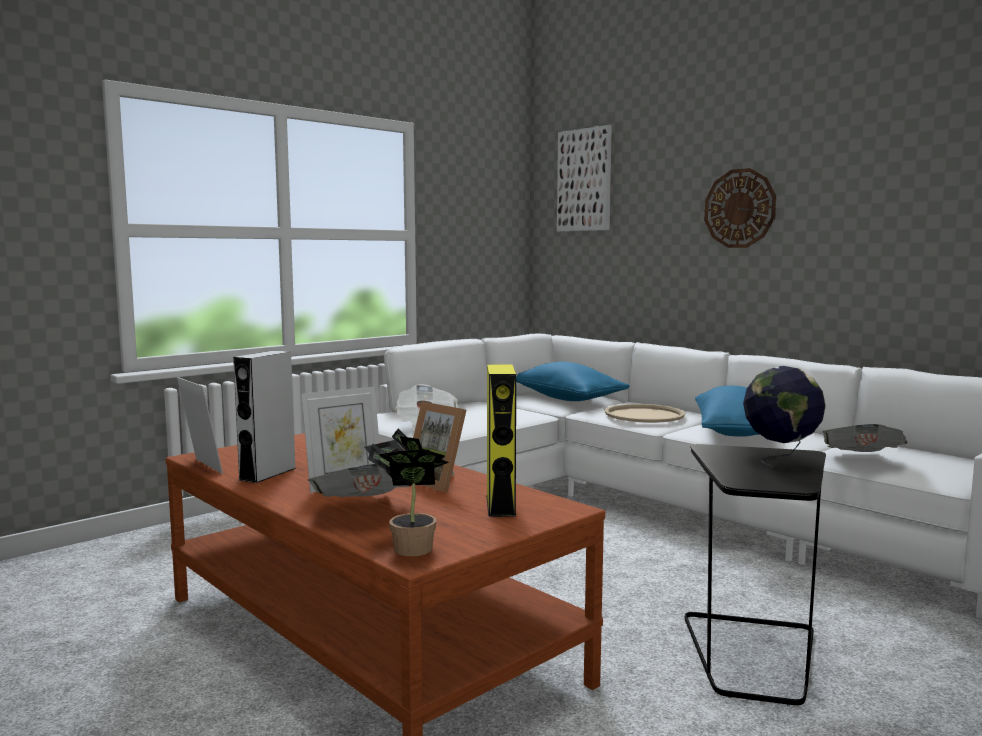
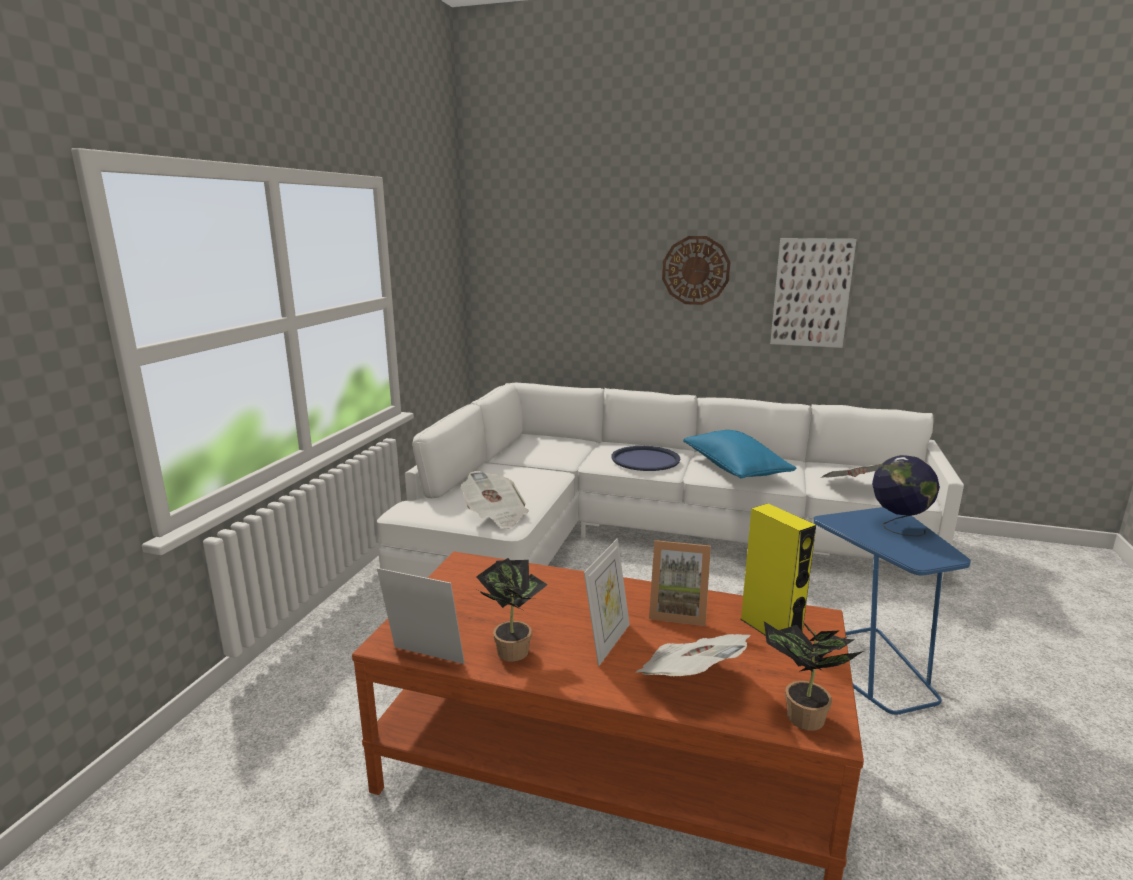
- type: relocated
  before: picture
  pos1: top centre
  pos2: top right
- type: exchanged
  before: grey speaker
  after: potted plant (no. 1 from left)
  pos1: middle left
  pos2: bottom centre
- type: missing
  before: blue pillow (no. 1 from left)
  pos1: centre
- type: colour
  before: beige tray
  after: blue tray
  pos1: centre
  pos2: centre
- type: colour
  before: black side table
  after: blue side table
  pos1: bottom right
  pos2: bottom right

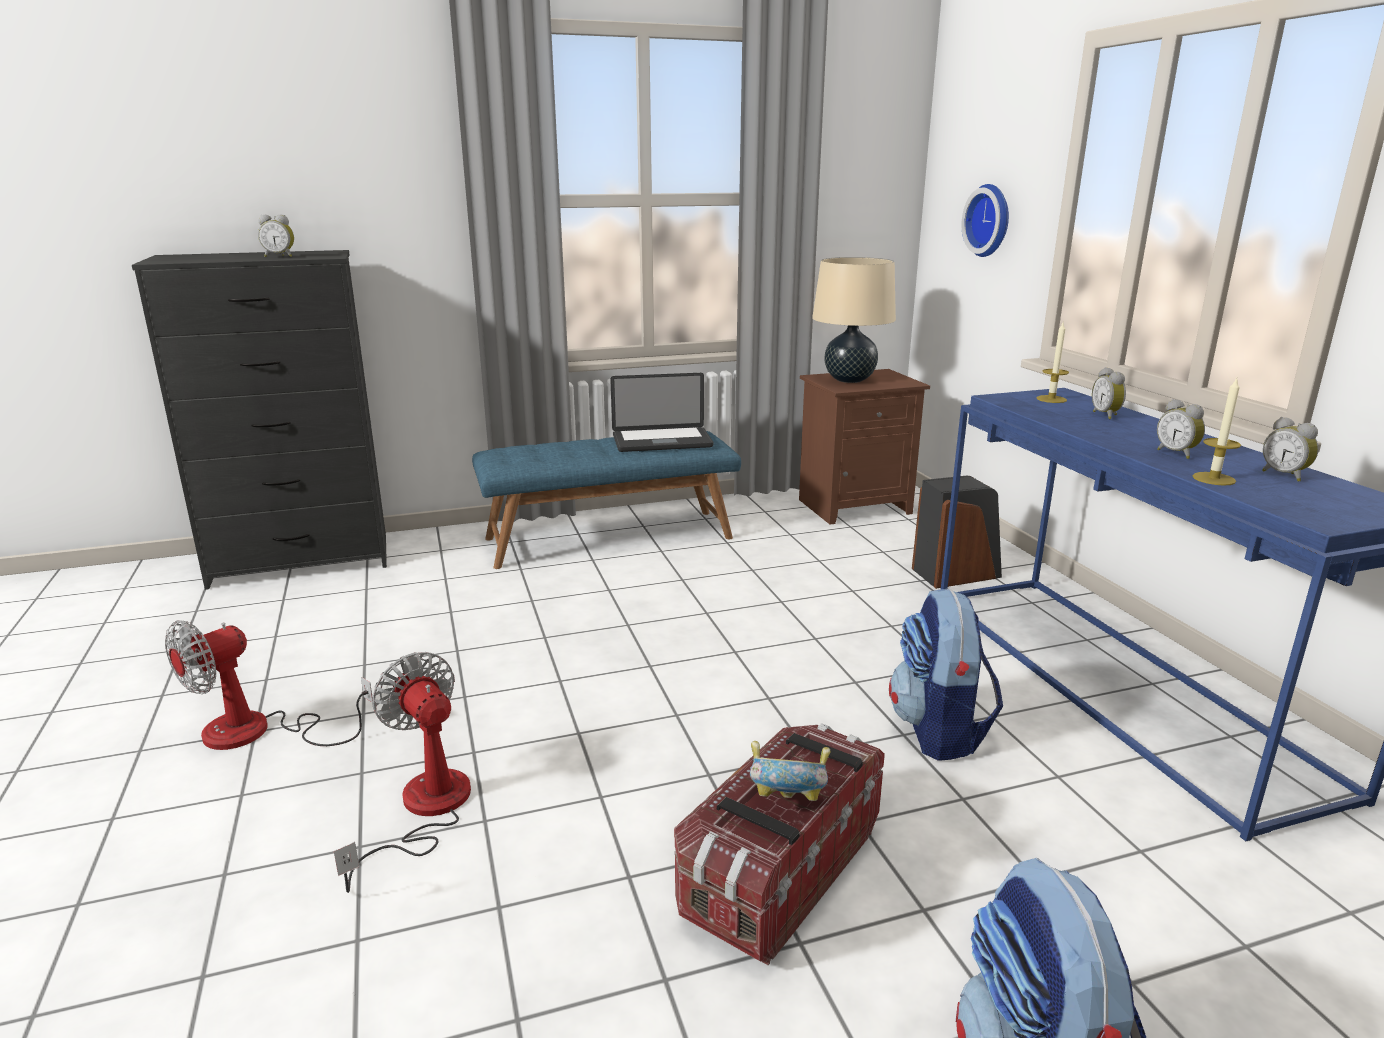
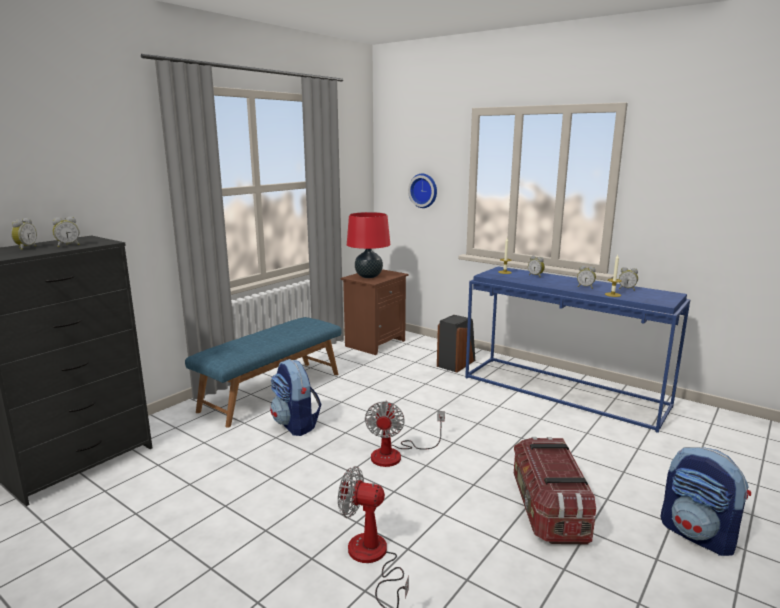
- type: colour
  before: beige table lamp
  after: red table lamp
  pos1: top centre
  pos2: centre
- type: missing
  before: laptop
  pos1: centre
- type: relocated
  before: backpack (no. 1 from left)
  pos1: middle right
  pos2: centre
- type: relocated
  before: fan (no. 1 from left in the first image)
  after: fan (no. 2 from left)
  pos1: middle left
  pos2: bottom centre
- type: missing
  before: bowl
  pos1: bottom centre
- type: appeared
  after: alarm clock (no. 1 from left)
  pos2: middle left

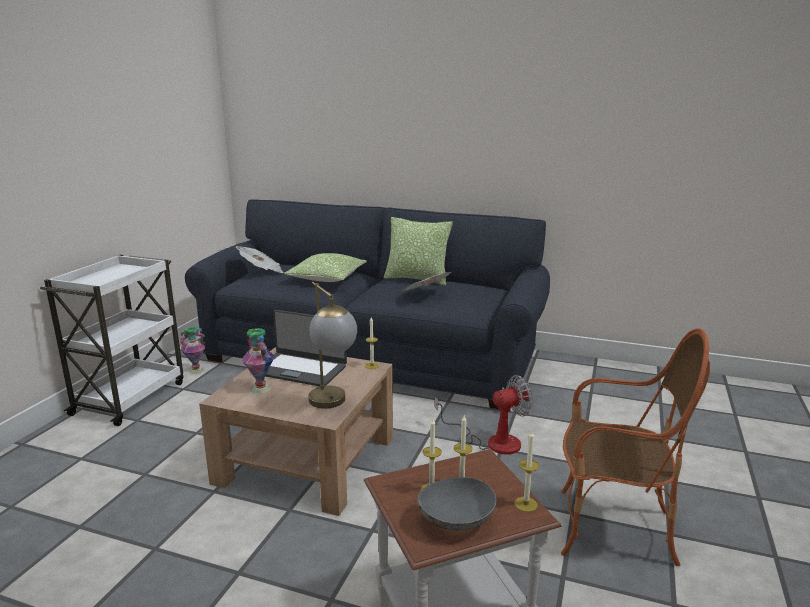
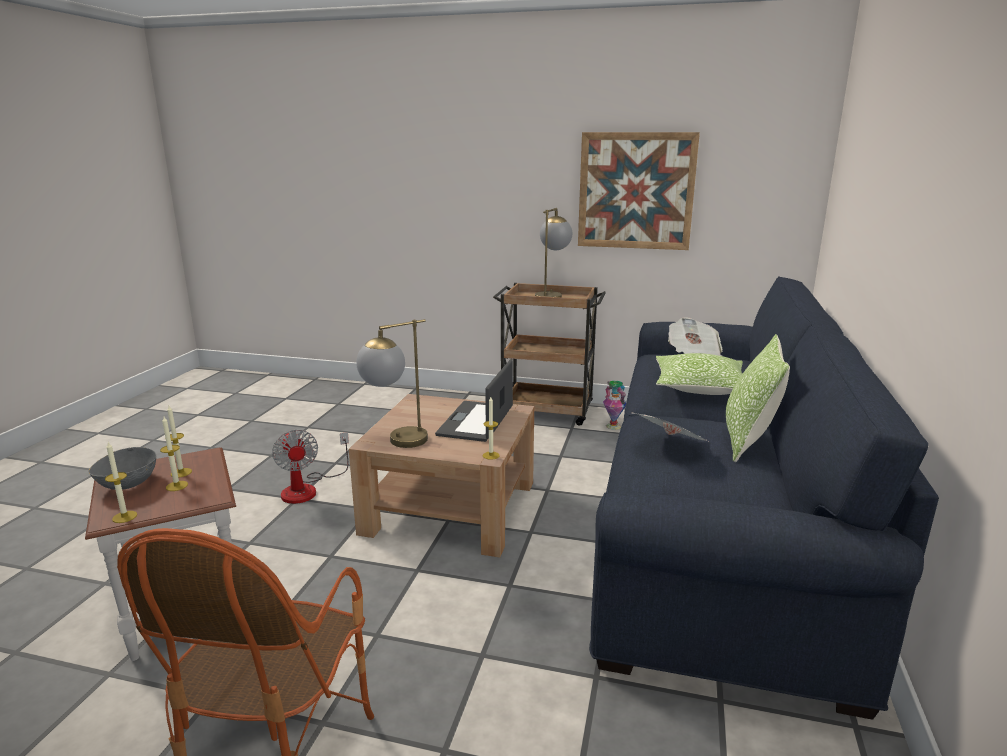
- type: colour
  before: white cart
  after: brown cart
  pos1: middle left
  pos2: centre
- type: missing
  before: vase (no. 2 from left)
  pos1: middle left
- type: relocated
  before: fan
  pos1: bottom centre
  pos2: middle left
- type: appeared
  after: picture
  pos2: top centre
- type: appeared
  after: table lamp (no. 2 from left)
  pos2: centre

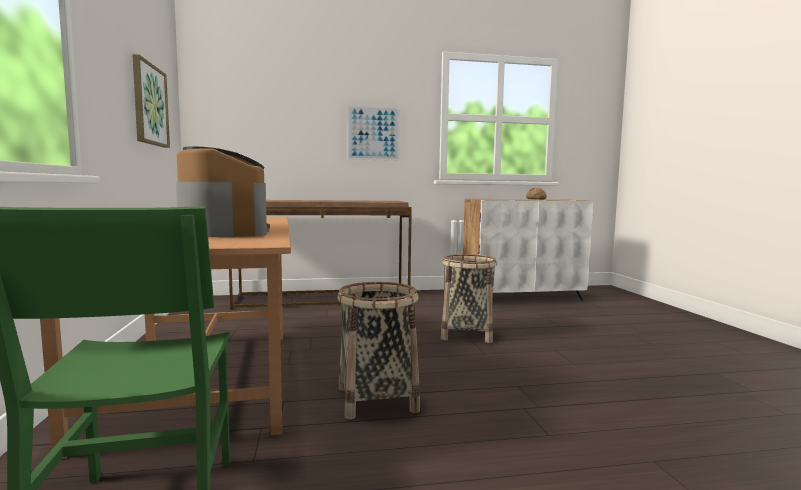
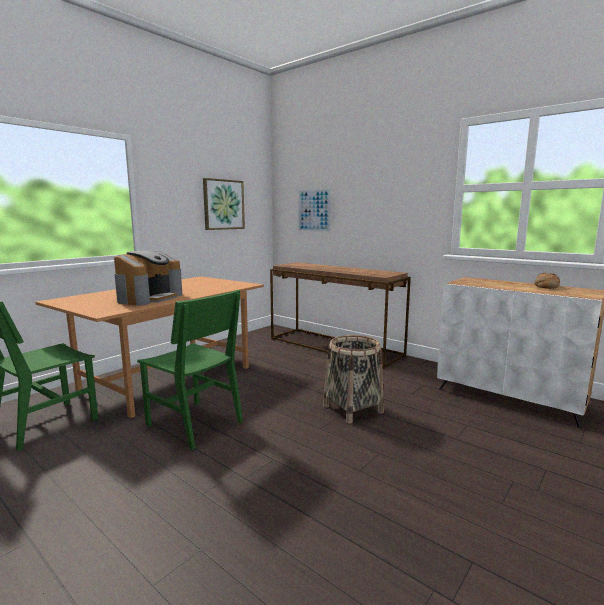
- type: relocated
  before: picture (no. 2 from left)
  pos1: top centre
  pos2: centre
- type: exchanged
  before: basket (no. 1 from left)
  after: green chair (no. 2 from left)
  pos1: bottom centre
  pos2: middle left

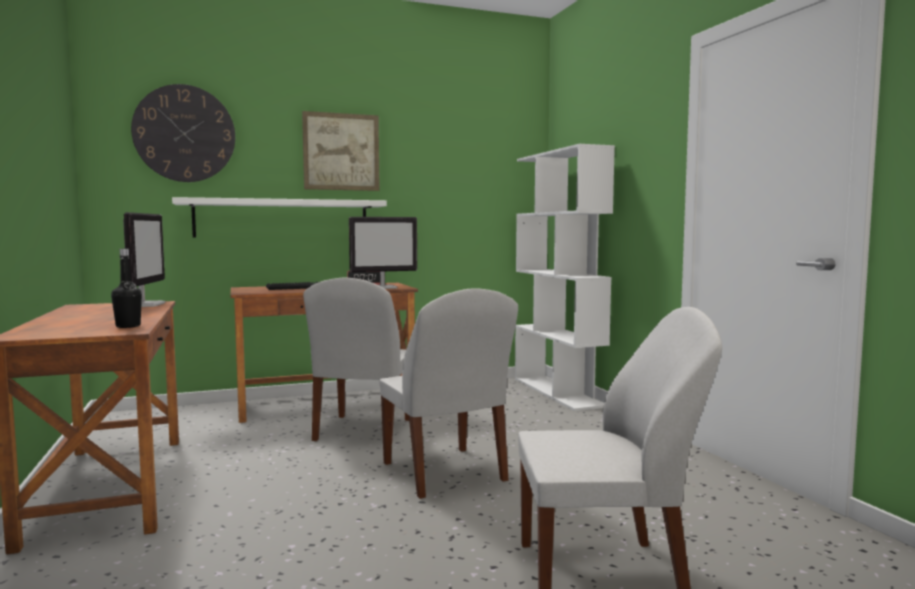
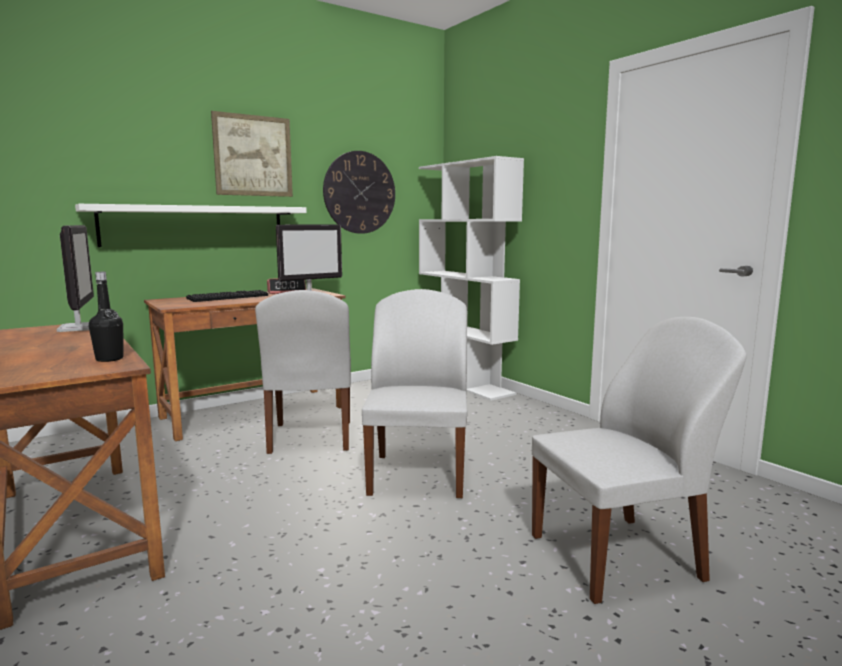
- type: relocated
  before: wall clock
  pos1: top left
  pos2: top centre
- type: spun
  before: white chair (no. 2 from left)
  pos1: bottom centre
  pos2: centre
  turn: -135

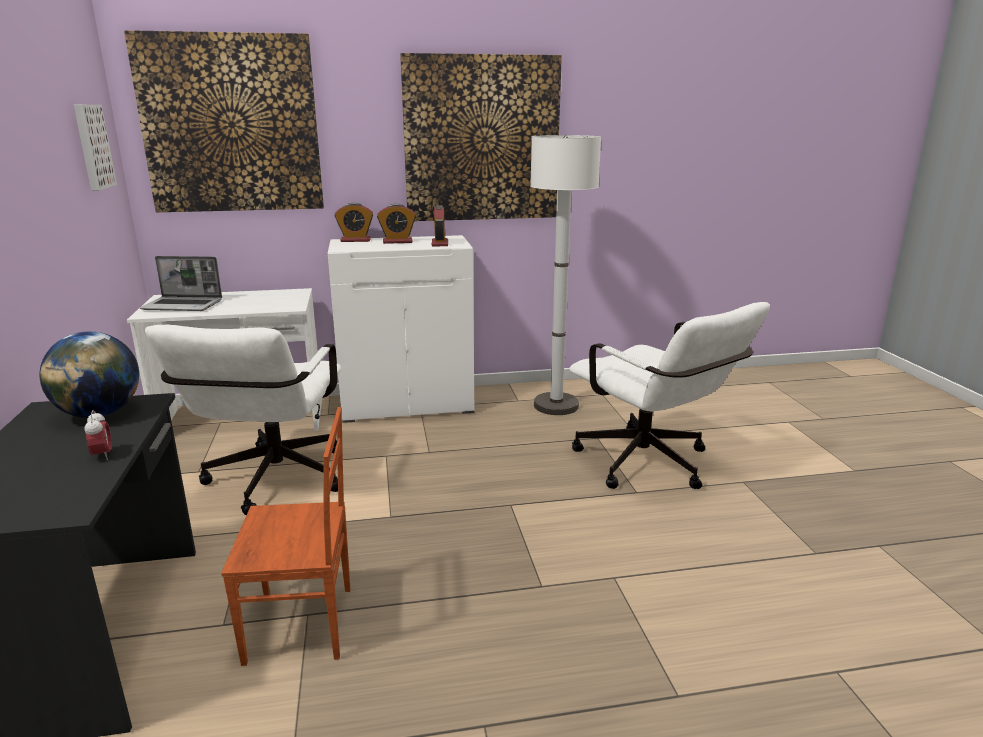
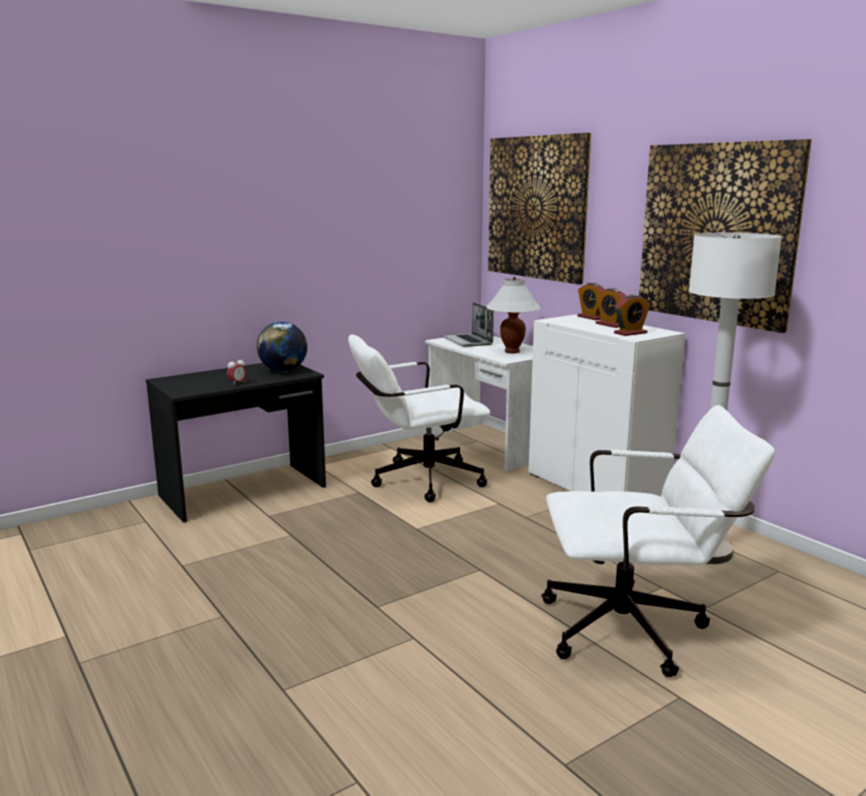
- type: missing
  before: picture (no. 1 from left)
  pos1: top left
- type: spun
  before: white office chair (no. 2 from left)
  pos1: middle right
  pos2: bottom right
  turn: -120
- type: missing
  before: brown chair
  pos1: bottom left
- type: appeared
  after: white table lamp
  pos2: centre

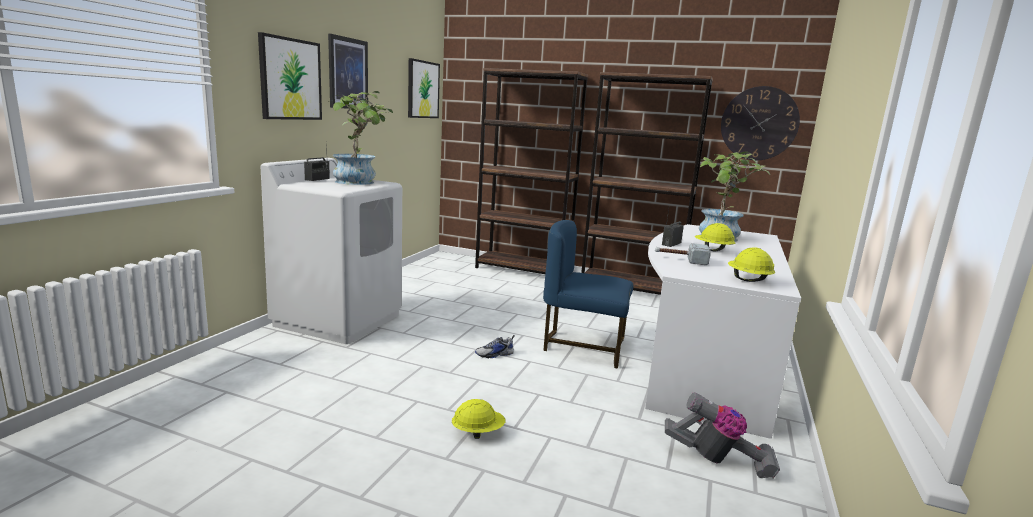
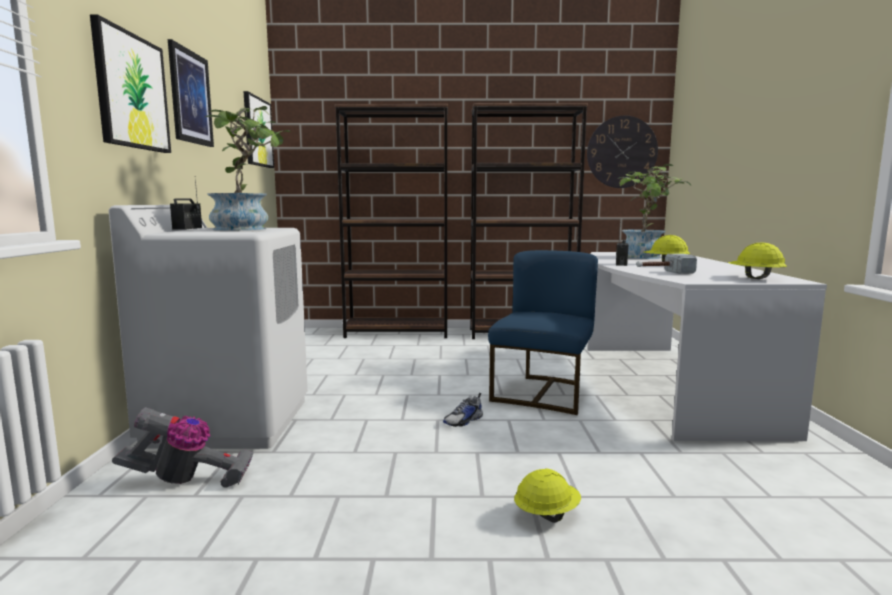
- type: spun
  before: blue chair
  pos1: centre
  pos2: centre
  turn: 120
- type: relocated
  before: vacuum cleaner
  pos1: bottom right
  pos2: bottom left

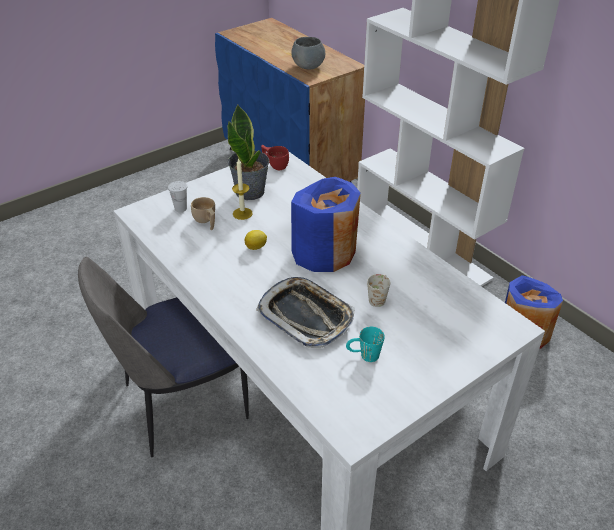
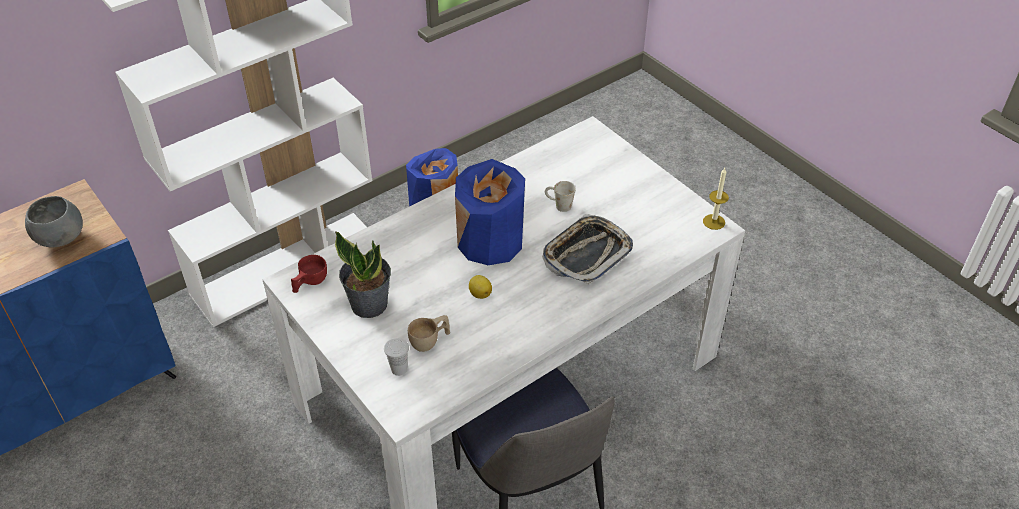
- type: relocated
  before: candle
  pos1: centre
  pos2: middle right
- type: missing
  before: turquoise mug
  pos1: centre

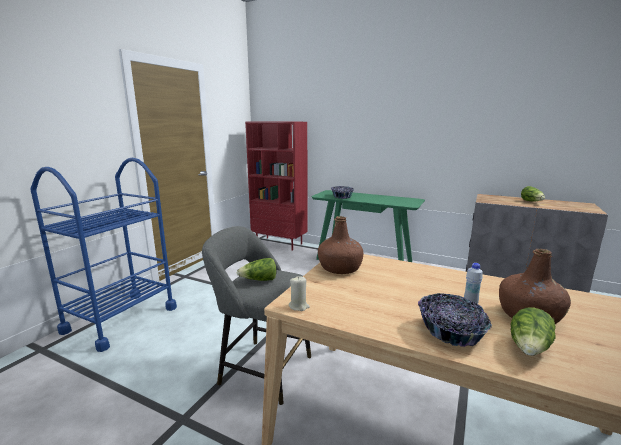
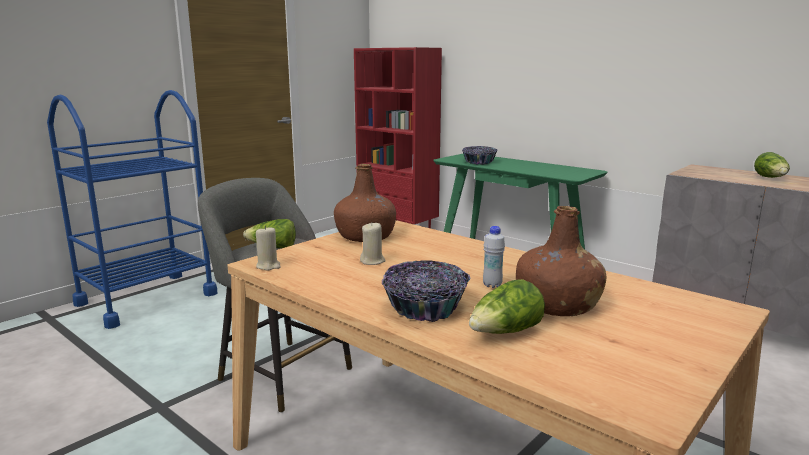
- type: appeared
  after: beige candle (no. 2 from left)
  pos2: centre

